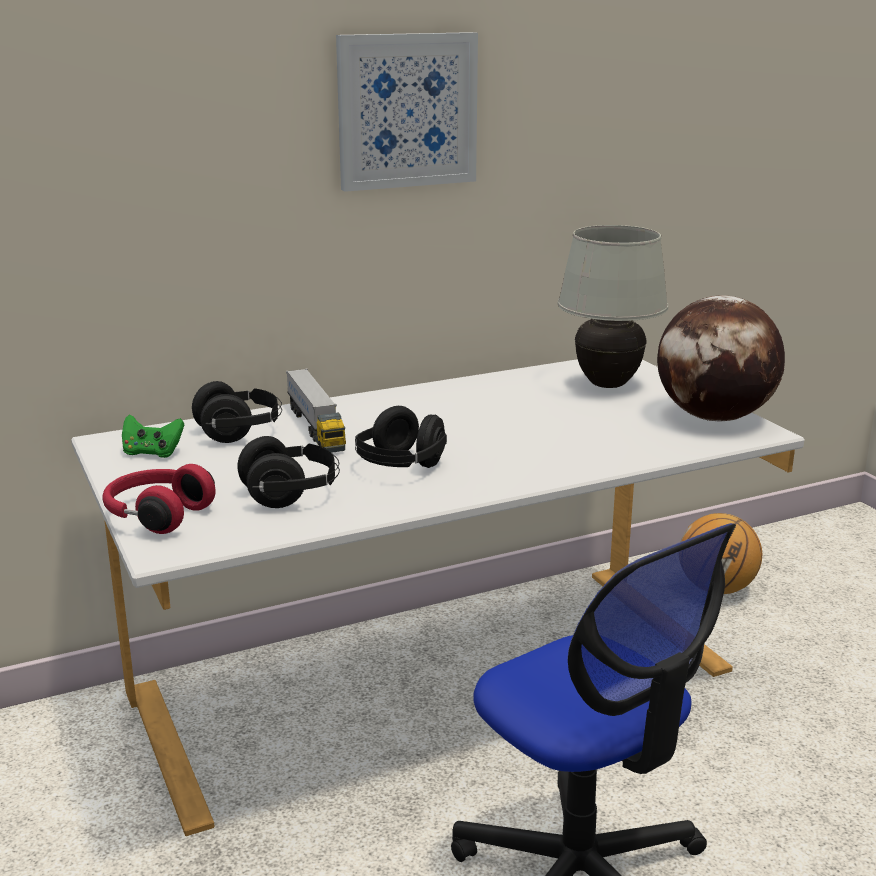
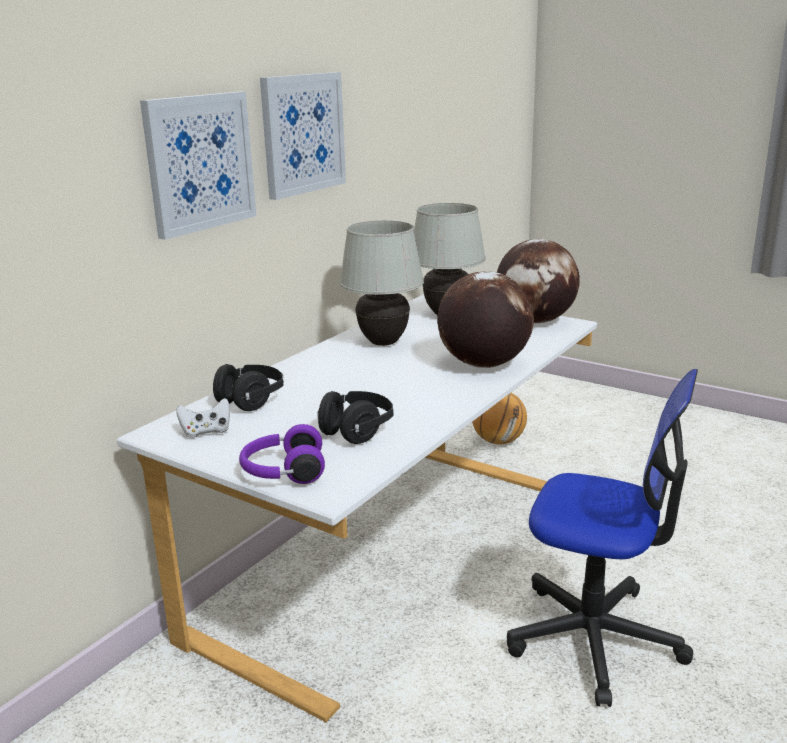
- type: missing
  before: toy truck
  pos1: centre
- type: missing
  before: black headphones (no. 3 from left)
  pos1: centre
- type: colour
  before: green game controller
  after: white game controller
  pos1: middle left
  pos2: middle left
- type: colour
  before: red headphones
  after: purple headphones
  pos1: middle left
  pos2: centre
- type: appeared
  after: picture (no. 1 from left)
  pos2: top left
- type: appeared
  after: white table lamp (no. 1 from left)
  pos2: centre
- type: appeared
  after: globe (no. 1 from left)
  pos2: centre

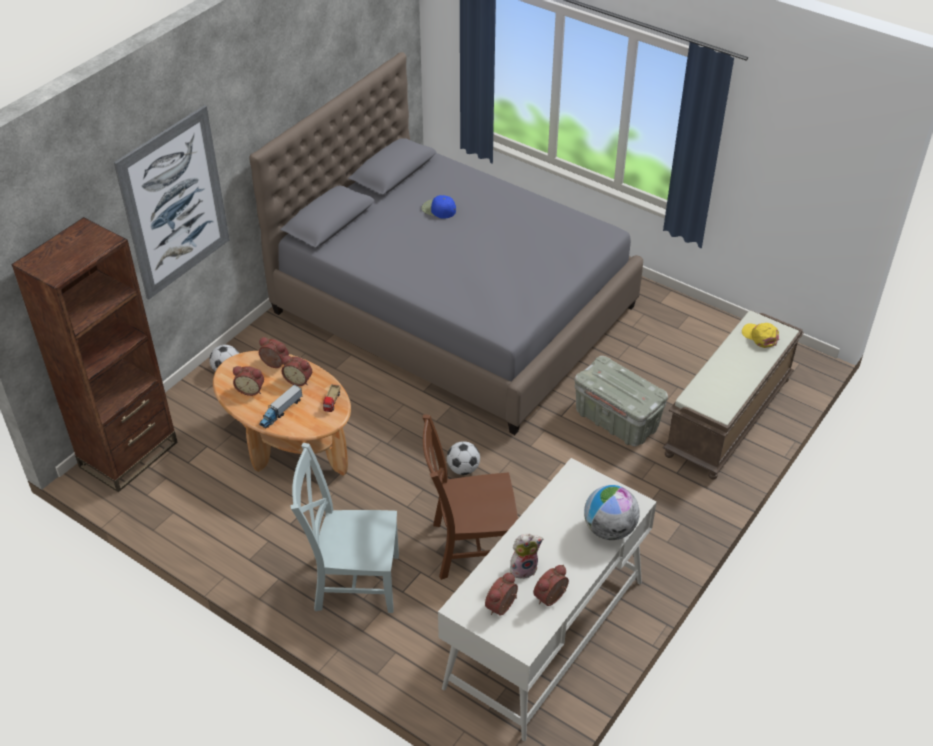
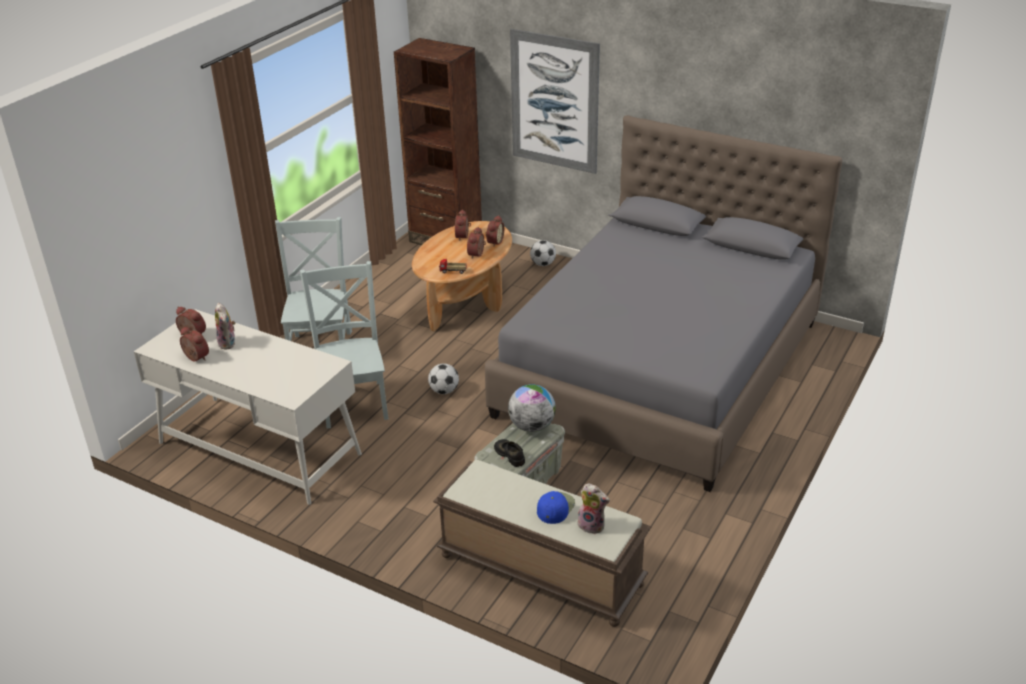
- type: relocated
  before: blue cap
  pos1: top centre
  pos2: bottom centre
- type: exchanged
  before: yellow cap
  after: plush toy (no. 2 from left)
  pos1: middle right
  pos2: bottom centre
- type: missing
  before: toy truck (no. 1 from left)
  pos1: middle left
- type: colour
  before: brown chair
  after: grey chair (no. 2 from left)
  pos1: centre
  pos2: centre
- type: relocated
  before: globe
  pos1: bottom centre
  pos2: centre
- type: appeared
  after: black shoe
  pos2: centre

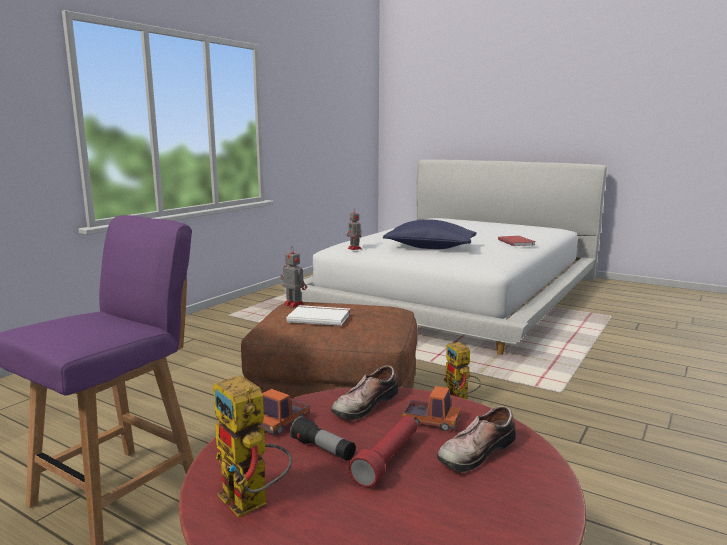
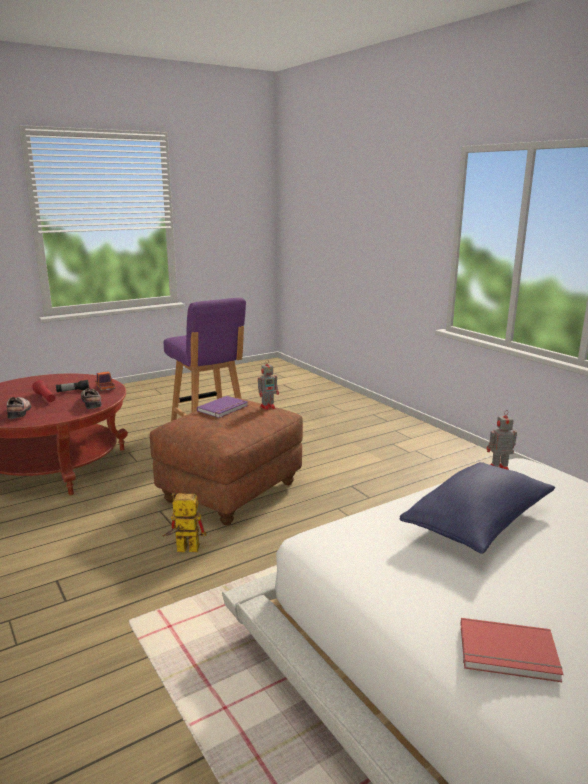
- type: colour
  before: white book
  after: purple book
  pos1: centre
  pos2: centre
- type: missing
  before: toy robot (no. 1 from left)
  pos1: bottom centre
- type: missing
  before: toy truck (no. 2 from left)
  pos1: bottom centre

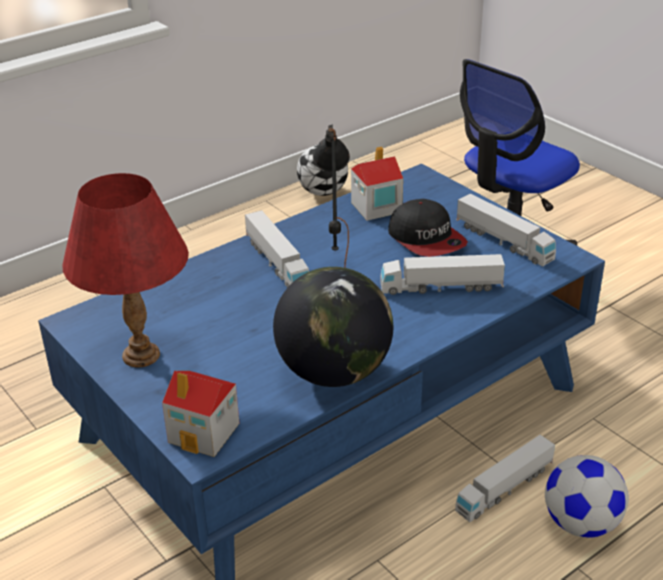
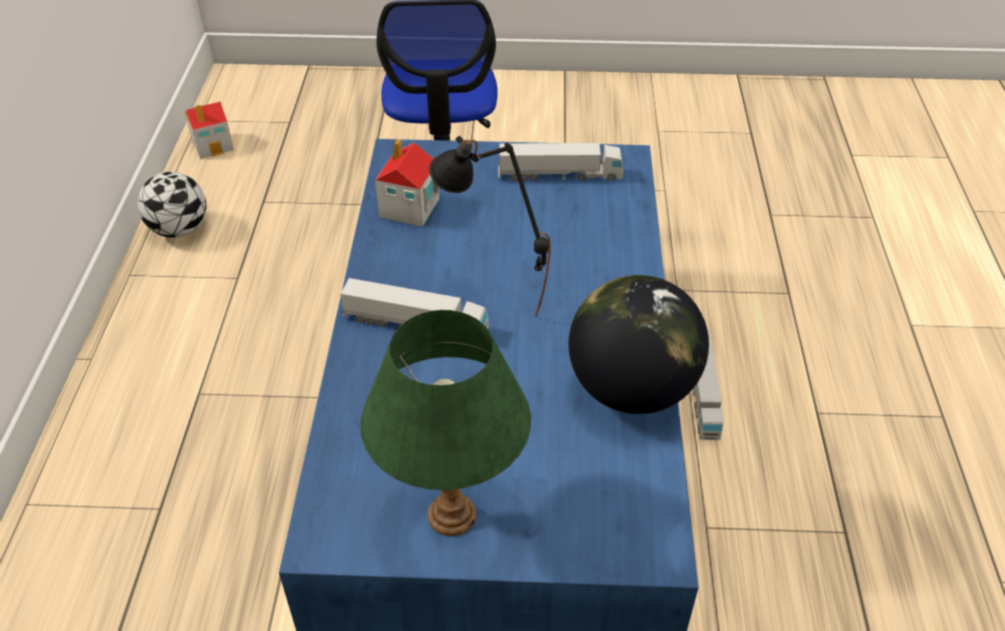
- type: colour
  before: red table lamp
  after: green table lamp
  pos1: middle left
  pos2: bottom centre
- type: missing
  before: cap
  pos1: centre
- type: missing
  before: toy truck (no. 2 from left)
  pos1: middle right
- type: relocated
  before: toy house (no. 1 from left)
  pos1: bottom left
  pos2: top left
- type: missing
  before: football (no. 2 from left)
  pos1: bottom right

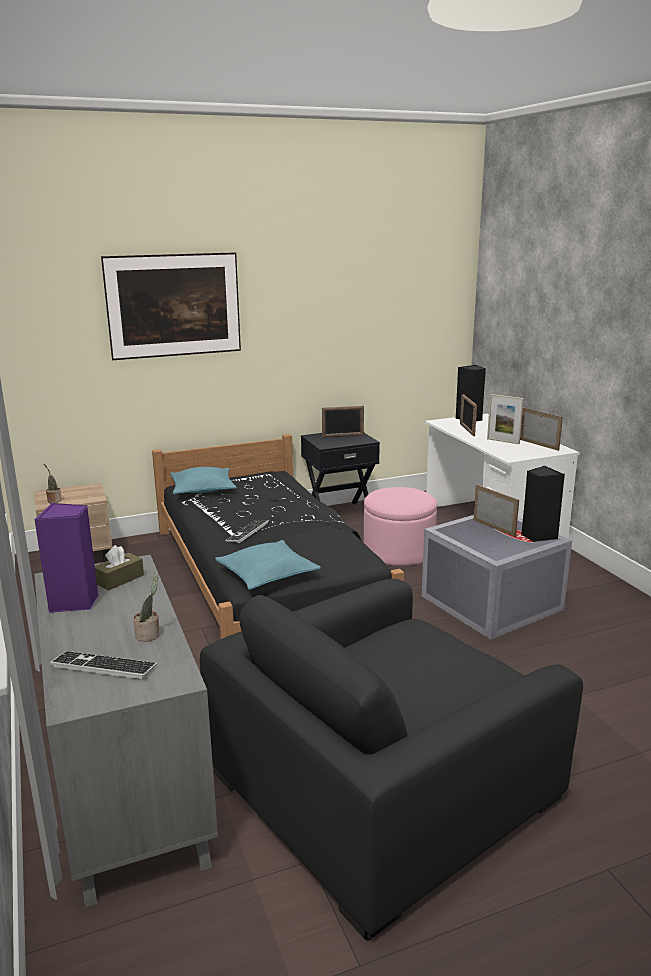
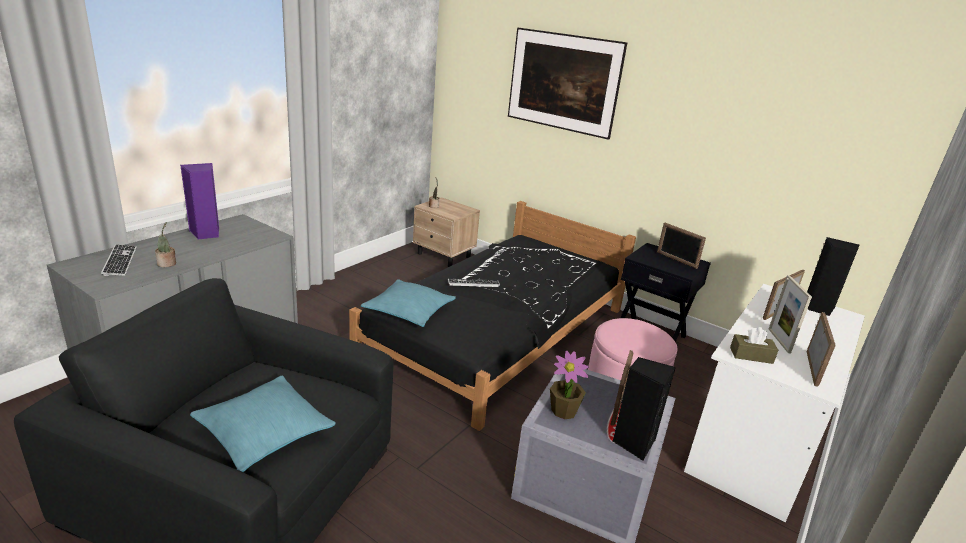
- type: relocated
  before: turquoise pillow (no. 1 from left)
  pos1: middle left
  pos2: bottom left
- type: relocated
  before: brown tissue box
  pos1: middle left
  pos2: middle right
- type: appeared
  after: potted plant (no. 3 from left)
  pos2: bottom centre

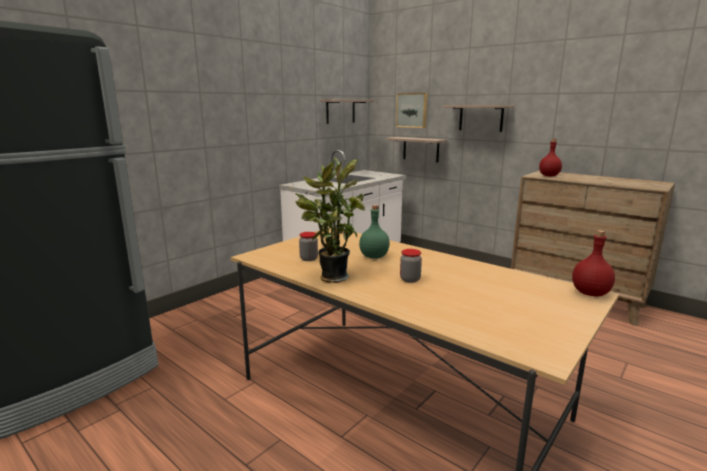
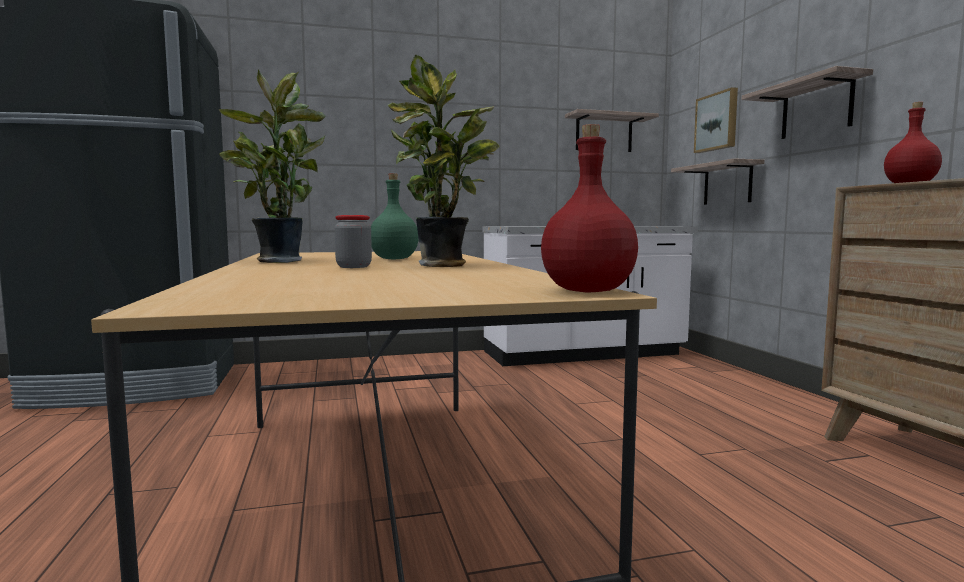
- type: missing
  before: jar (no. 1 from left)
  pos1: centre
- type: appeared
  after: potted plant (no. 2 from left)
  pos2: top centre

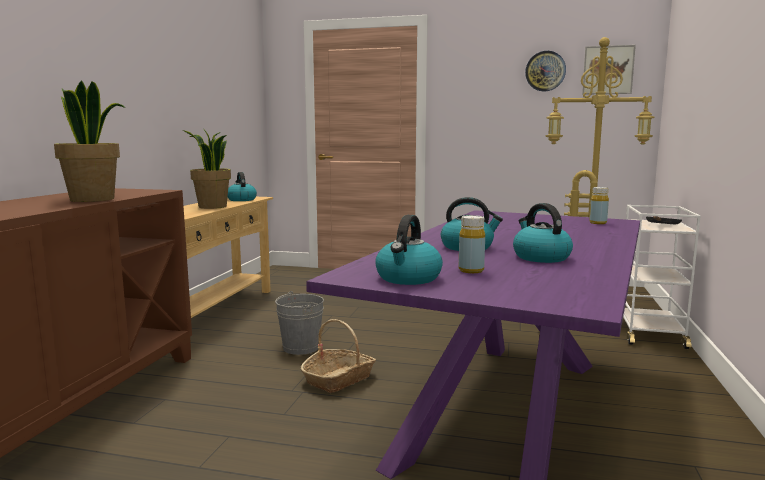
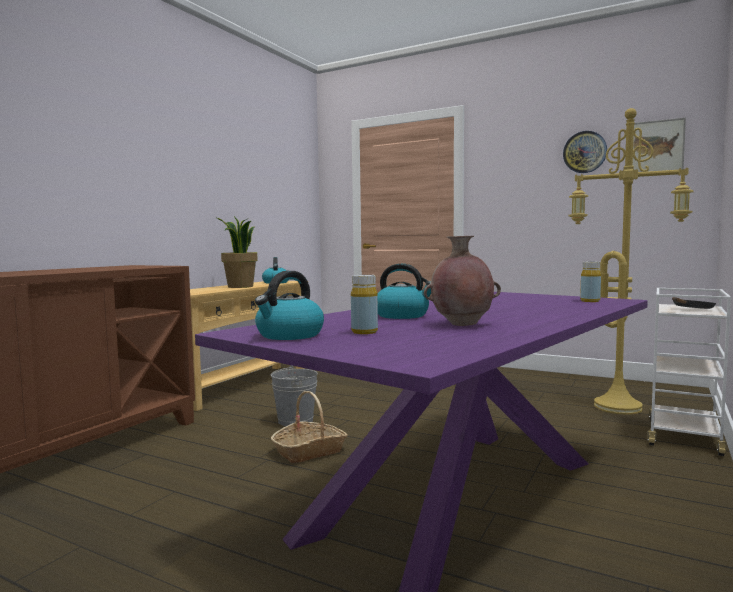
- type: missing
  before: potted plant (no. 1 from left)
  pos1: top left
- type: exchanged
  before: kettle (no. 4 from left)
  after: brown vase
  pos1: middle right
  pos2: centre

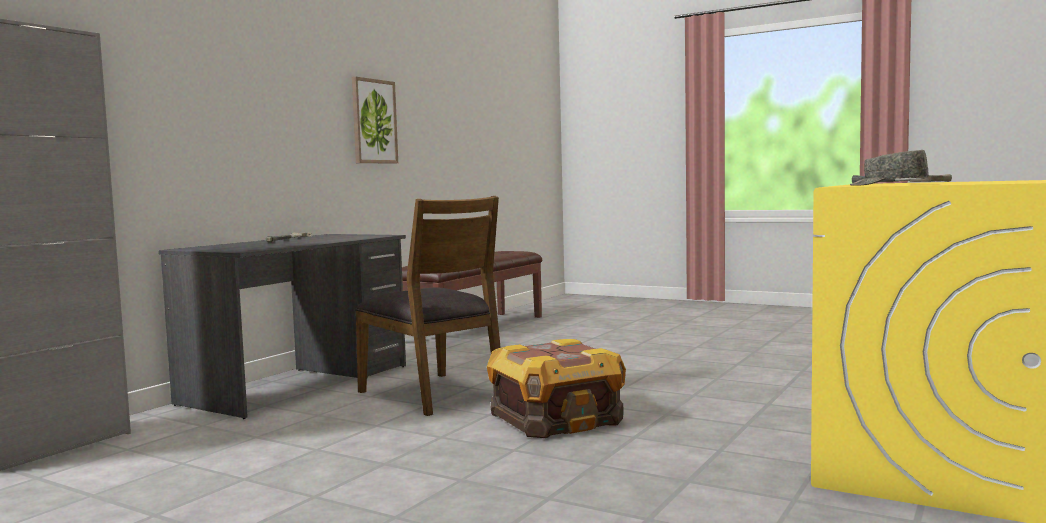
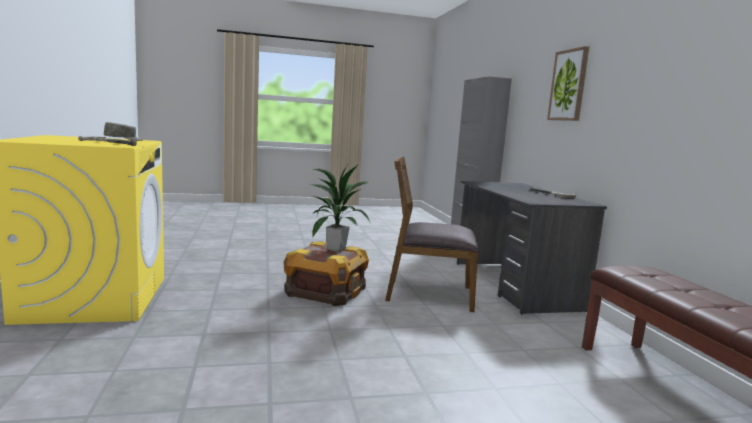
- type: relocated
  before: picture
  pos1: top centre
  pos2: top right
- type: appeared
  after: potted plant
  pos2: centre

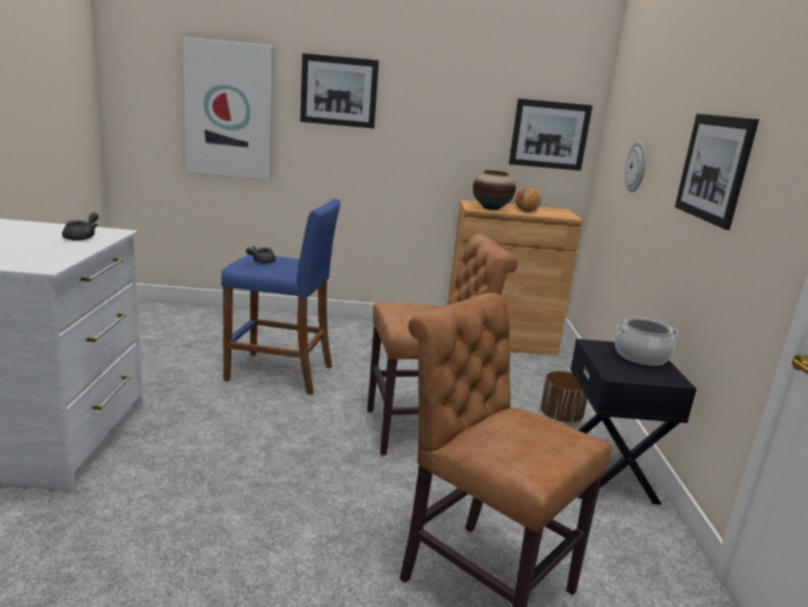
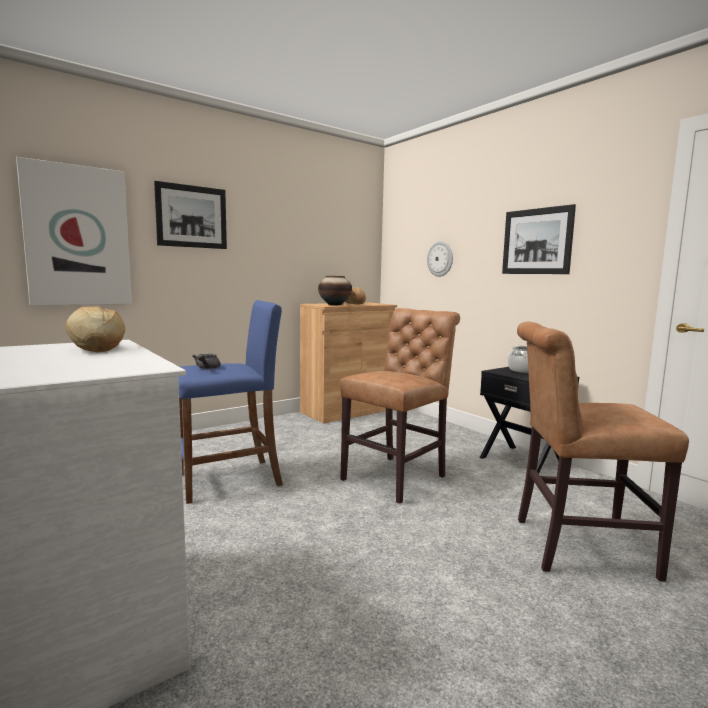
- type: missing
  before: picture (no. 3 from left)
  pos1: top right
- type: exchanged
  before: grey teapot (no. 1 from left)
  after: bread (no. 1 from left)
  pos1: middle left
  pos2: middle left
- type: missing
  before: brown planter
  pos1: middle right

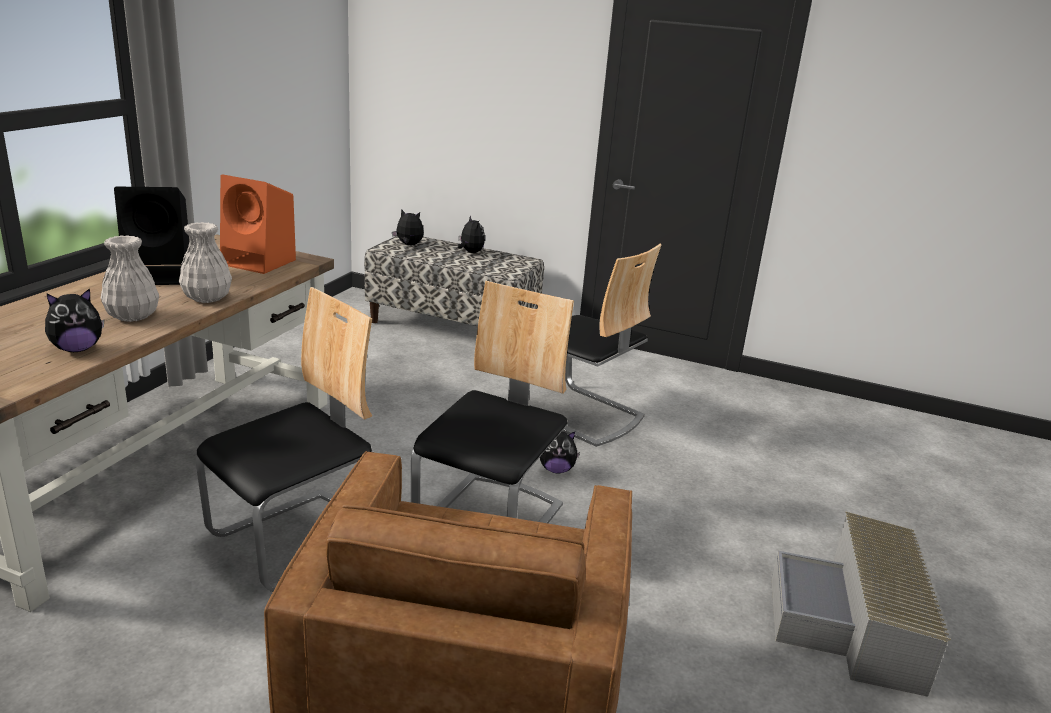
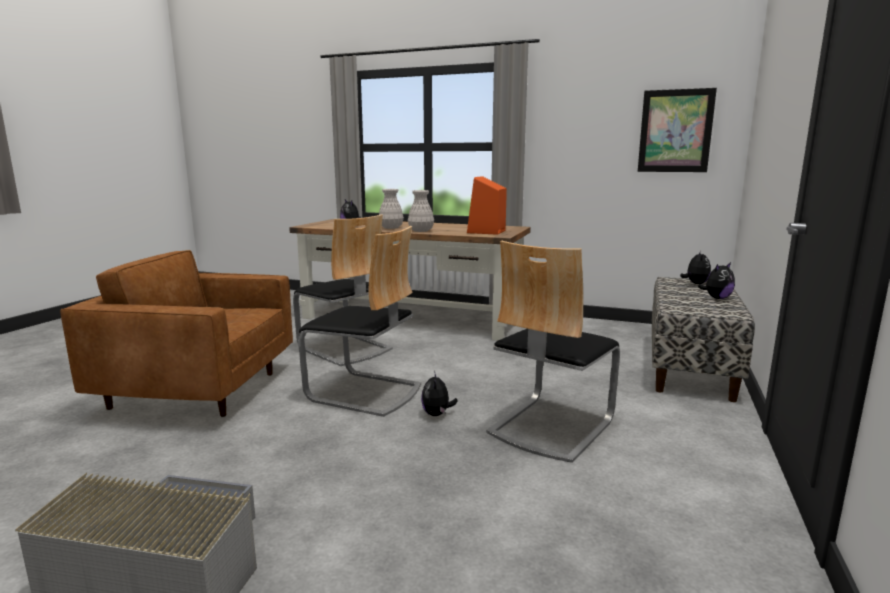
- type: missing
  before: black speaker
  pos1: top left
- type: appeared
  after: picture
  pos2: top right

